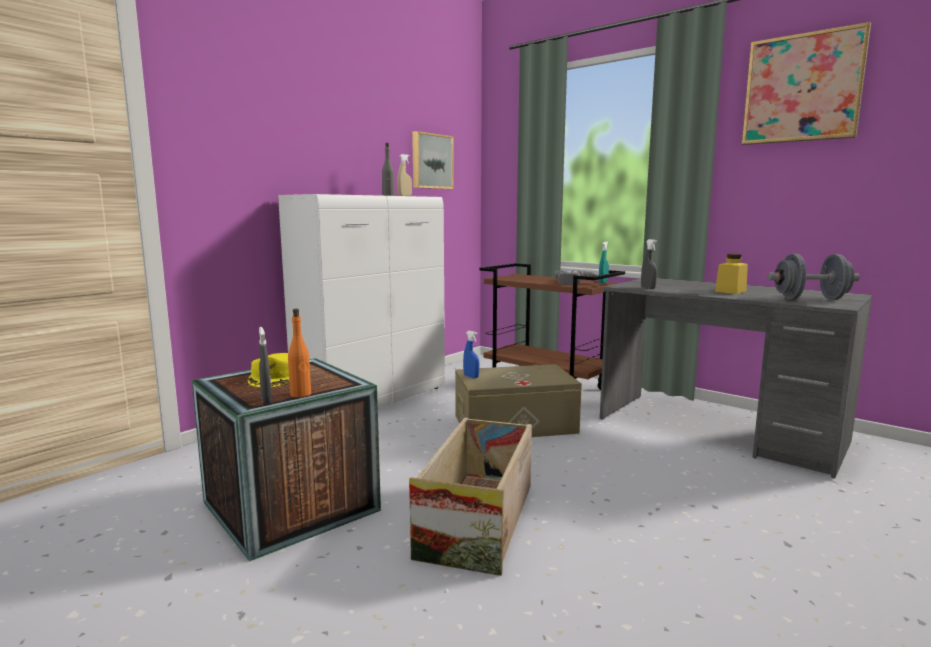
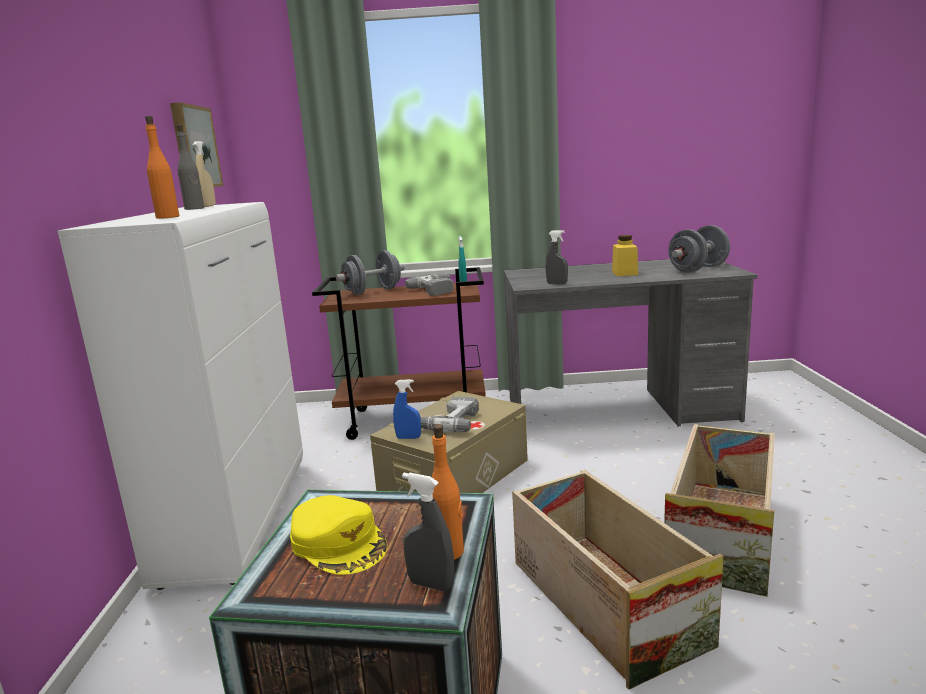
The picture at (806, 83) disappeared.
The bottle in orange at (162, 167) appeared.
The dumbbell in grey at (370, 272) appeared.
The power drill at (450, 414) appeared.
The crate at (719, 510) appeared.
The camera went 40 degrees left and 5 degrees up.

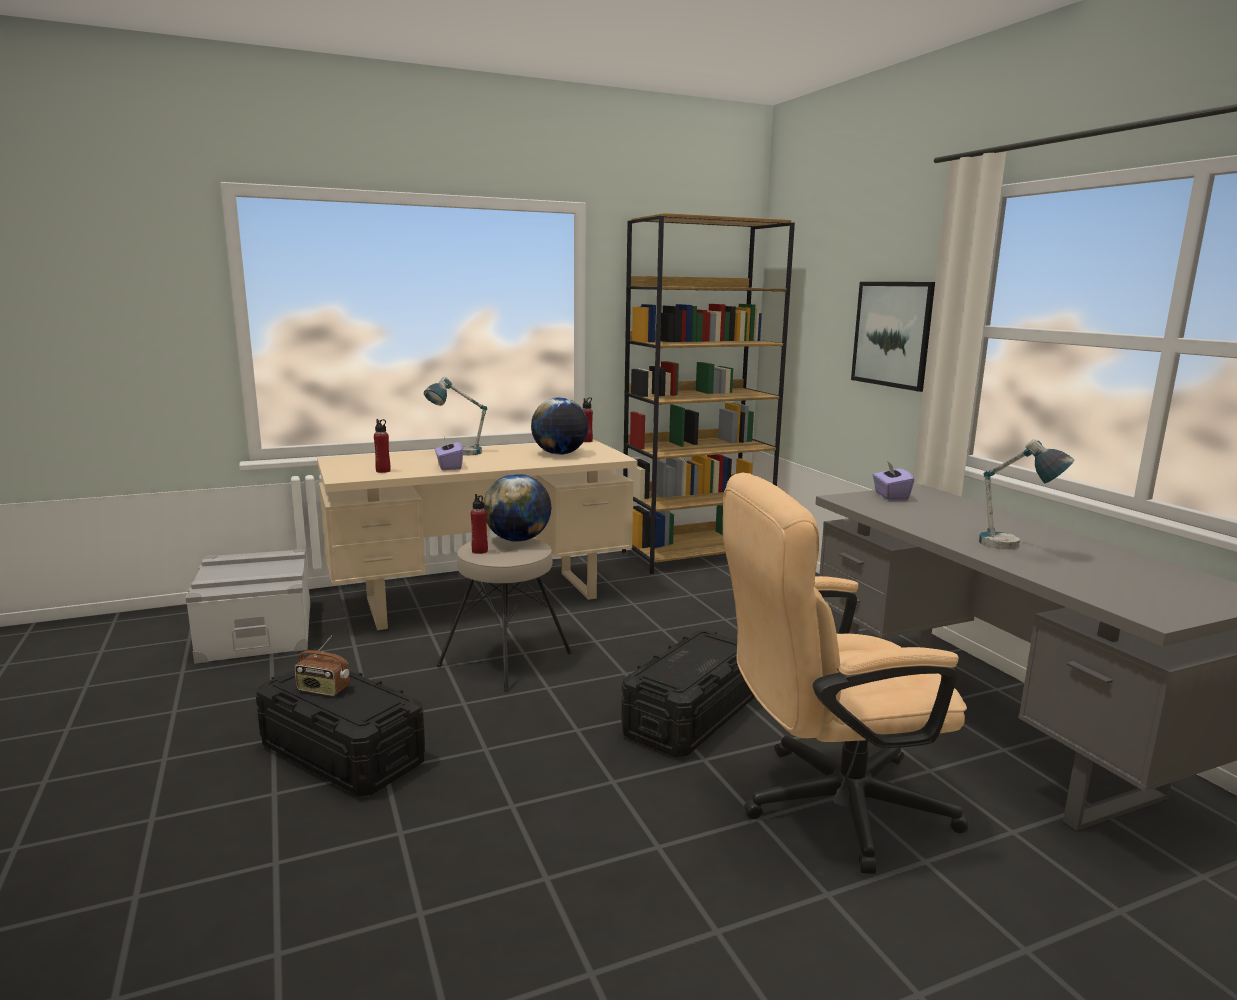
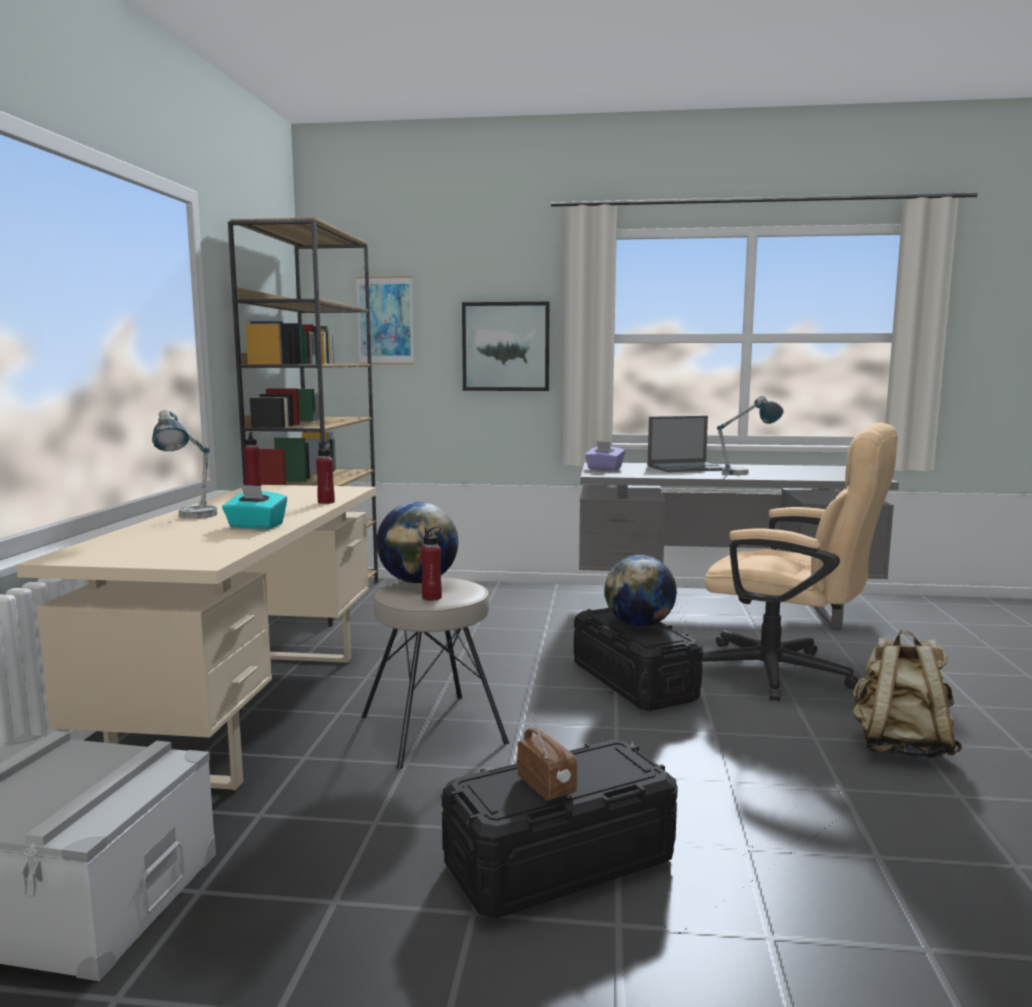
The radio at (322, 666) turned 75 degrees counterclockwise.
The bottle in red moved from (382, 446) to (325, 472).
The tissue box in purple at (449, 453) became the tissue box in turquoise at (254, 506).
The globe moved from (559, 426) to (640, 591).
The office chair in beige at (846, 673) turned 75 degrees counterclockwise.
The picture at (385, 320) appeared.
The laptop at (685, 444) appeared.
The backpack in beige at (907, 694) appeared.
The camera went 60 degrees left and 5 degrees down.

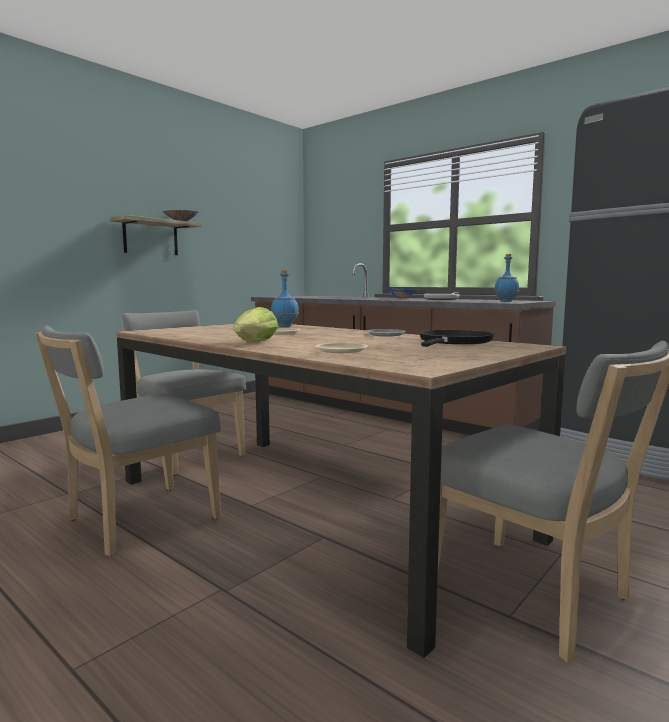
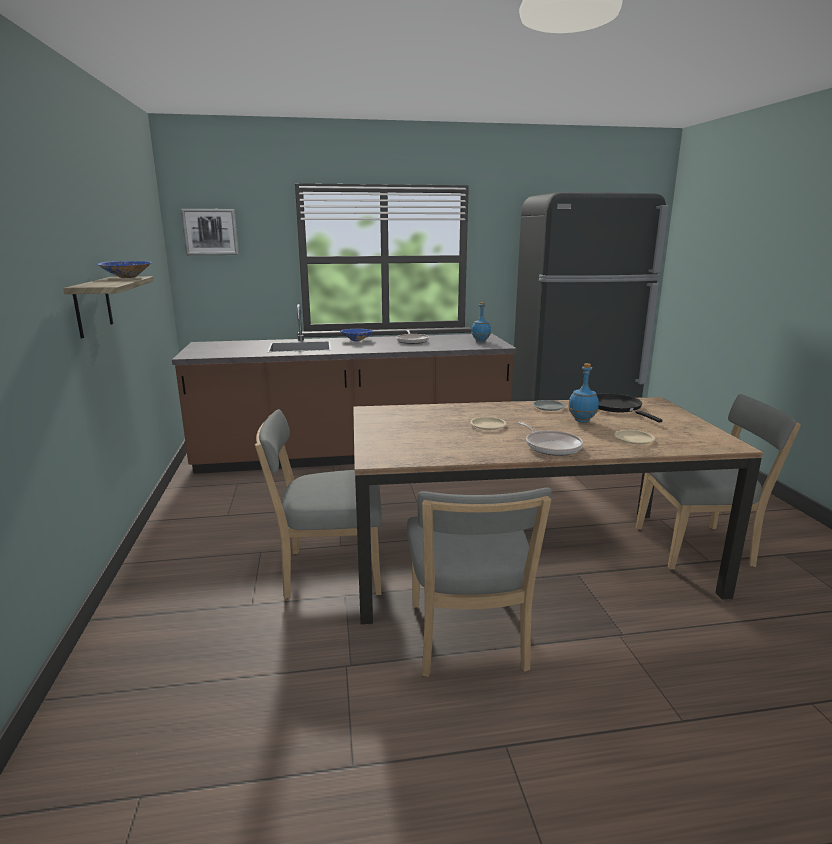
The lettuce at (256, 324) was replaced by the frying pan at (551, 439).
The bottle in blue moved from (285, 298) to (583, 392).
The picture at (210, 232) appeared.
The camera went 50 degrees left and 10 degrees up.

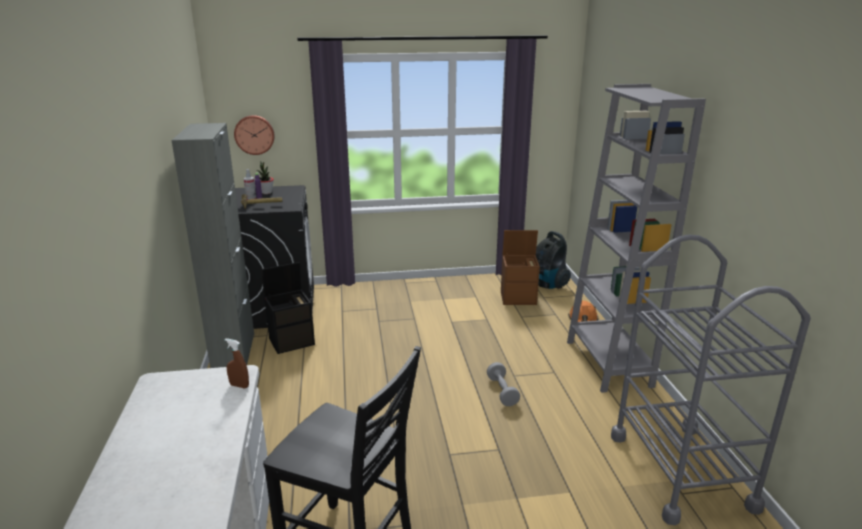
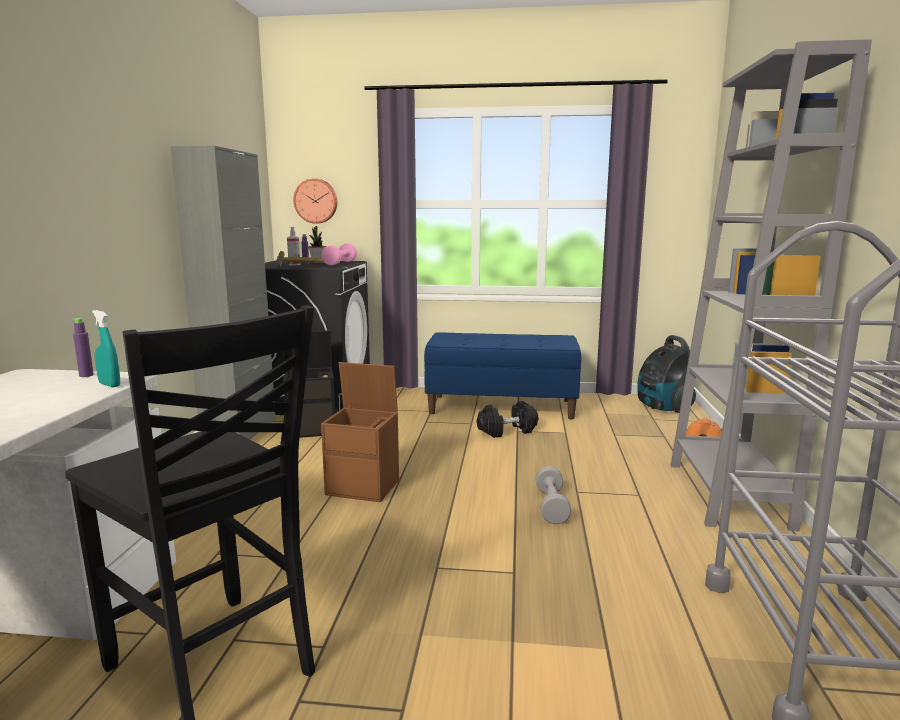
The spray bottle in brown at (237, 363) became the spray bottle in turquoise at (106, 348).
The storage box in brown moved from (520, 267) to (360, 432).
The bottle in purple at (83, 347) appeared.
The dumbbell in pink at (339, 254) appeared.
The bench in blue at (502, 376) appeared.
The dumbbell in black at (507, 419) appeared.
The camera went 15 degrees right and 10 degrees down.

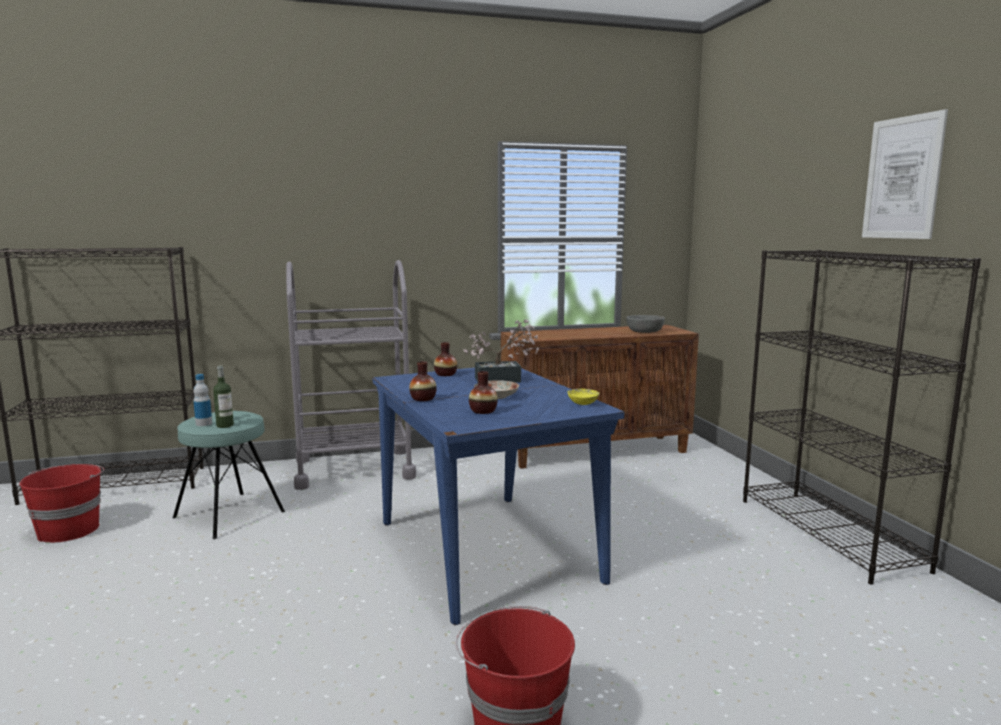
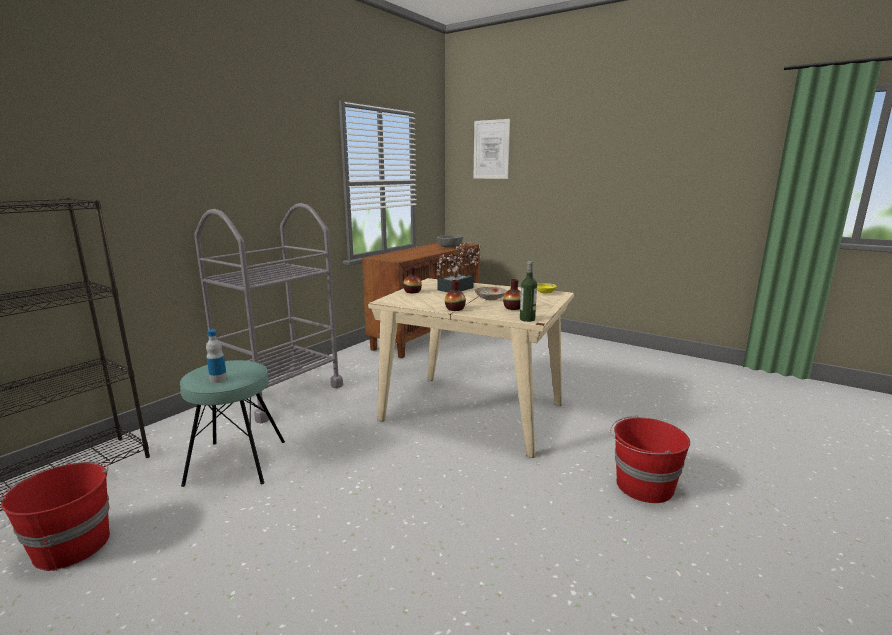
The bottle moved from (223, 397) to (528, 291).
The dining table in blue at (498, 496) became the dining table in beige at (471, 368).
The bookcase in black at (862, 417) disappeared.
The picture moved from (905, 174) to (492, 149).
The camera went 40 degrees left and 5 degrees up.

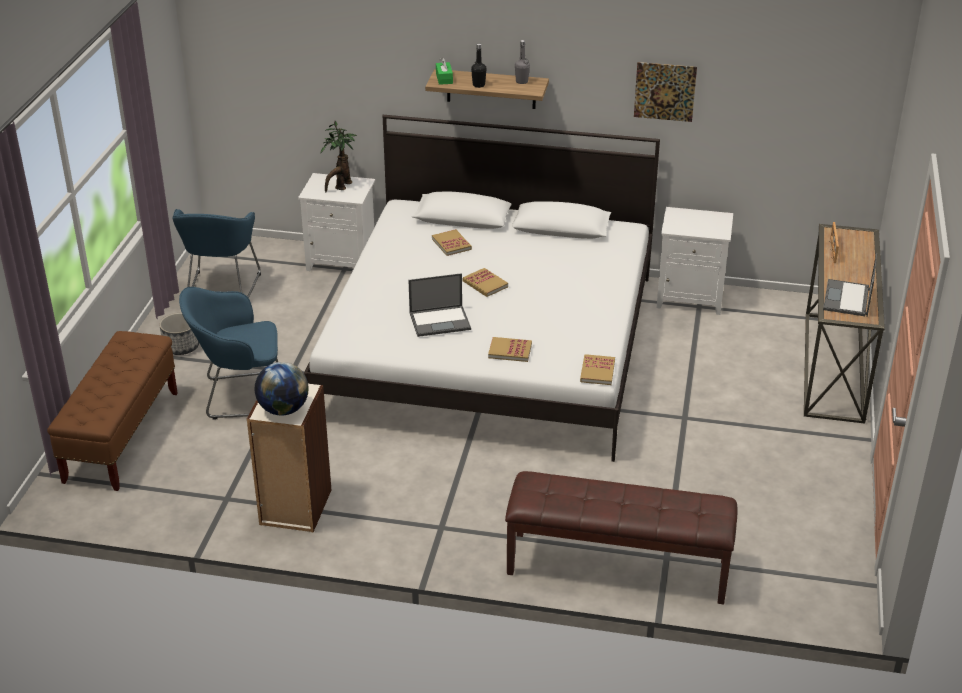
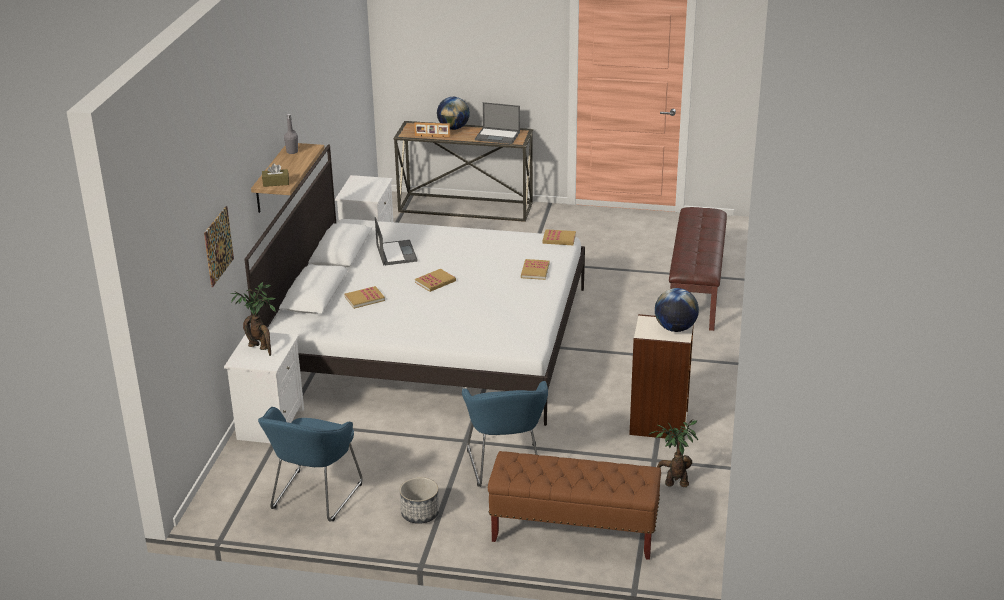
The armchair in blue at (216, 253) turned 105 degrees clockwise.
The laptop moved from (439, 305) to (396, 241).
The tissue box in green at (444, 71) became the tissue box in brown at (275, 175).
The bottle in black at (478, 66) disappeared.
The picture moved from (665, 92) to (219, 246).
The globe at (453, 113) appeared.
The potted plant at (673, 453) appeared.
The camera went 90 degrees left and 5 degrees down.

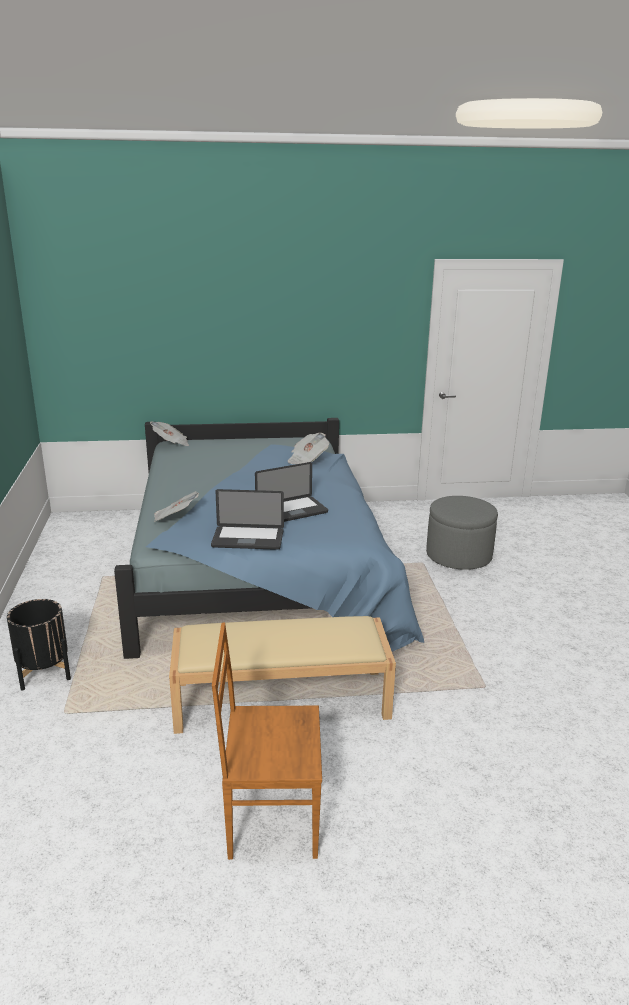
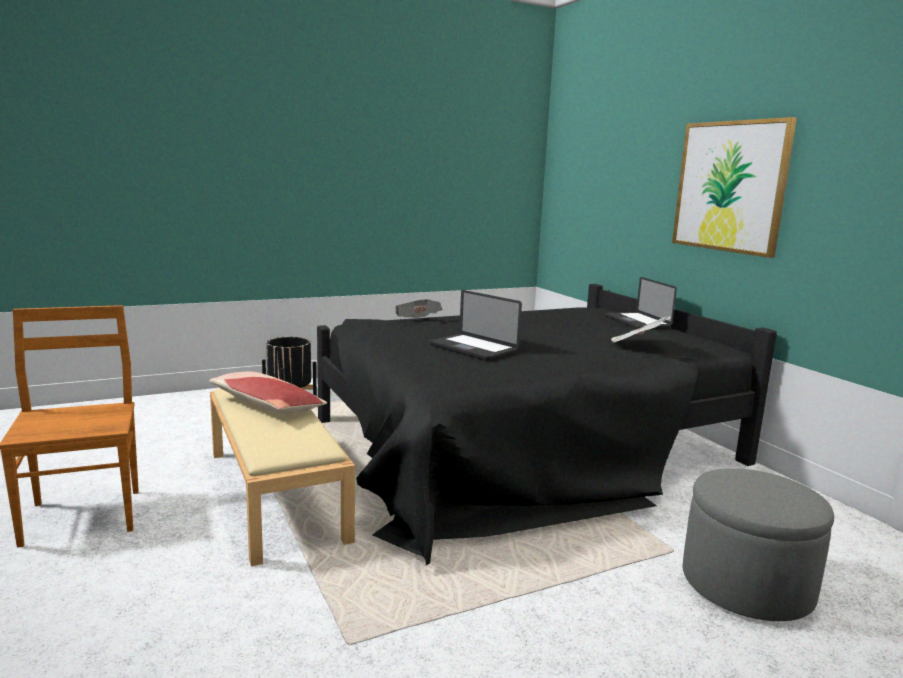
The bed in blue at (269, 538) became the bed in black at (547, 424).
The newspaper at (169, 434) disappeared.
The laptop moved from (247, 519) to (641, 303).
The pillow at (268, 392) appeared.
The picture at (734, 187) appeared.
The camera went 70 degrees right and 10 degrees down.

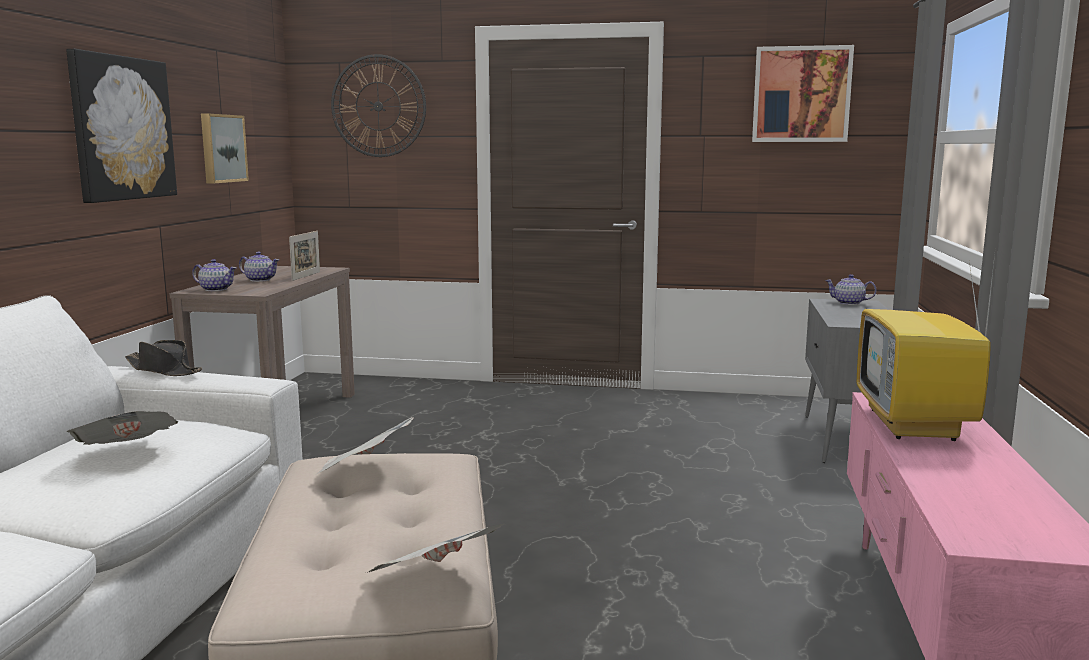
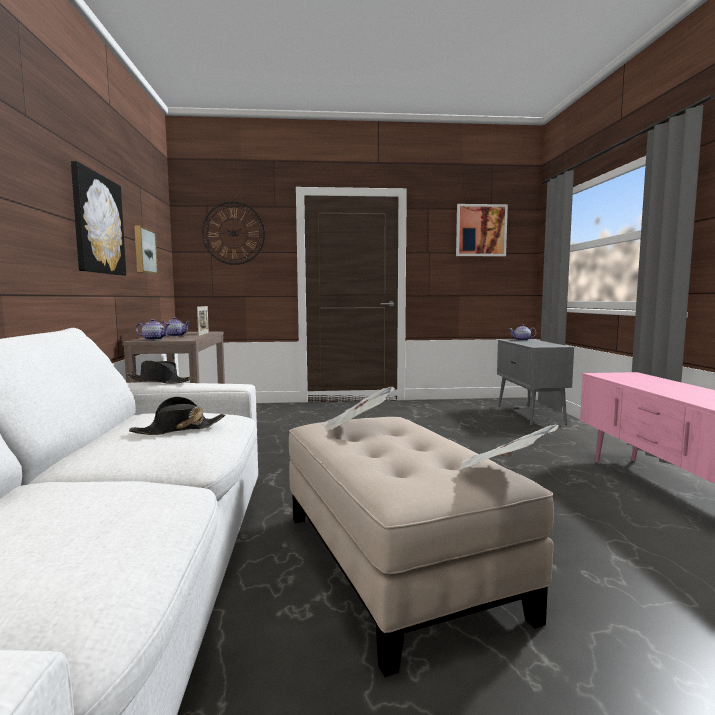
The newspaper at (122, 428) was replaced by the hat in black at (177, 416).
The television at (926, 348) disappeared.
The camera went 15 degrees left and 5 degrees down.

